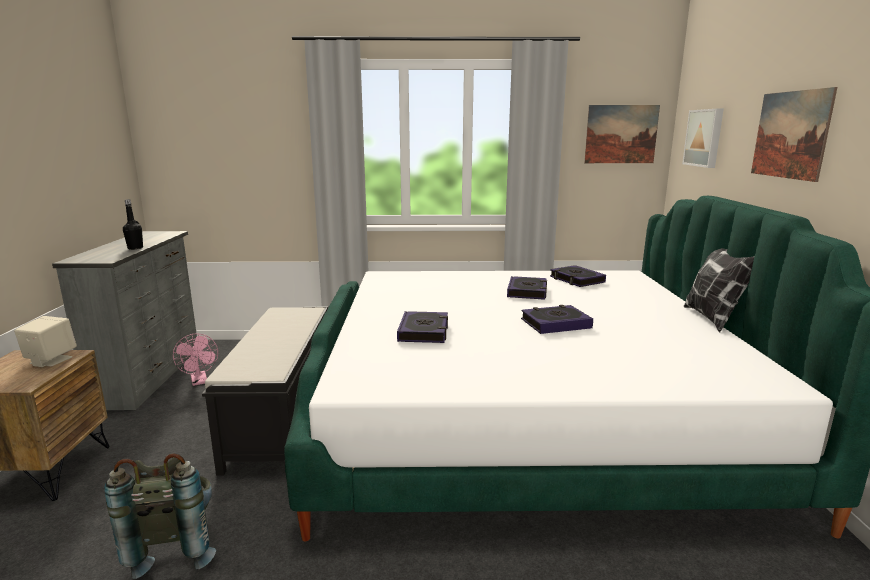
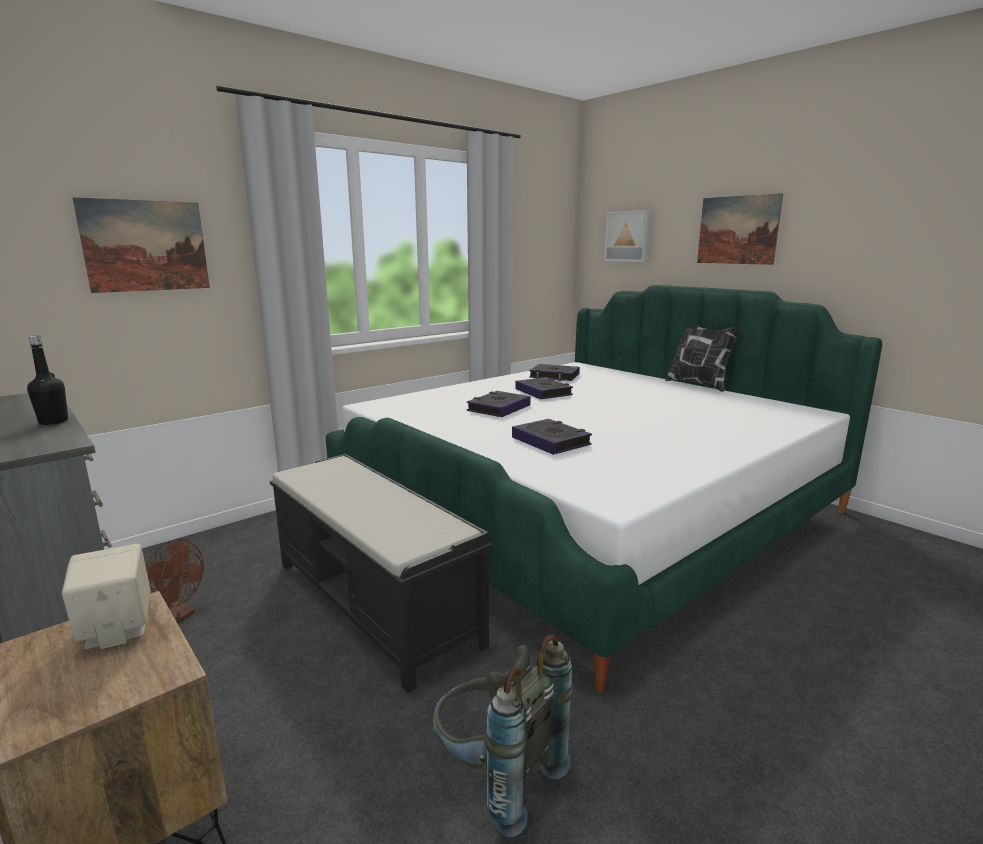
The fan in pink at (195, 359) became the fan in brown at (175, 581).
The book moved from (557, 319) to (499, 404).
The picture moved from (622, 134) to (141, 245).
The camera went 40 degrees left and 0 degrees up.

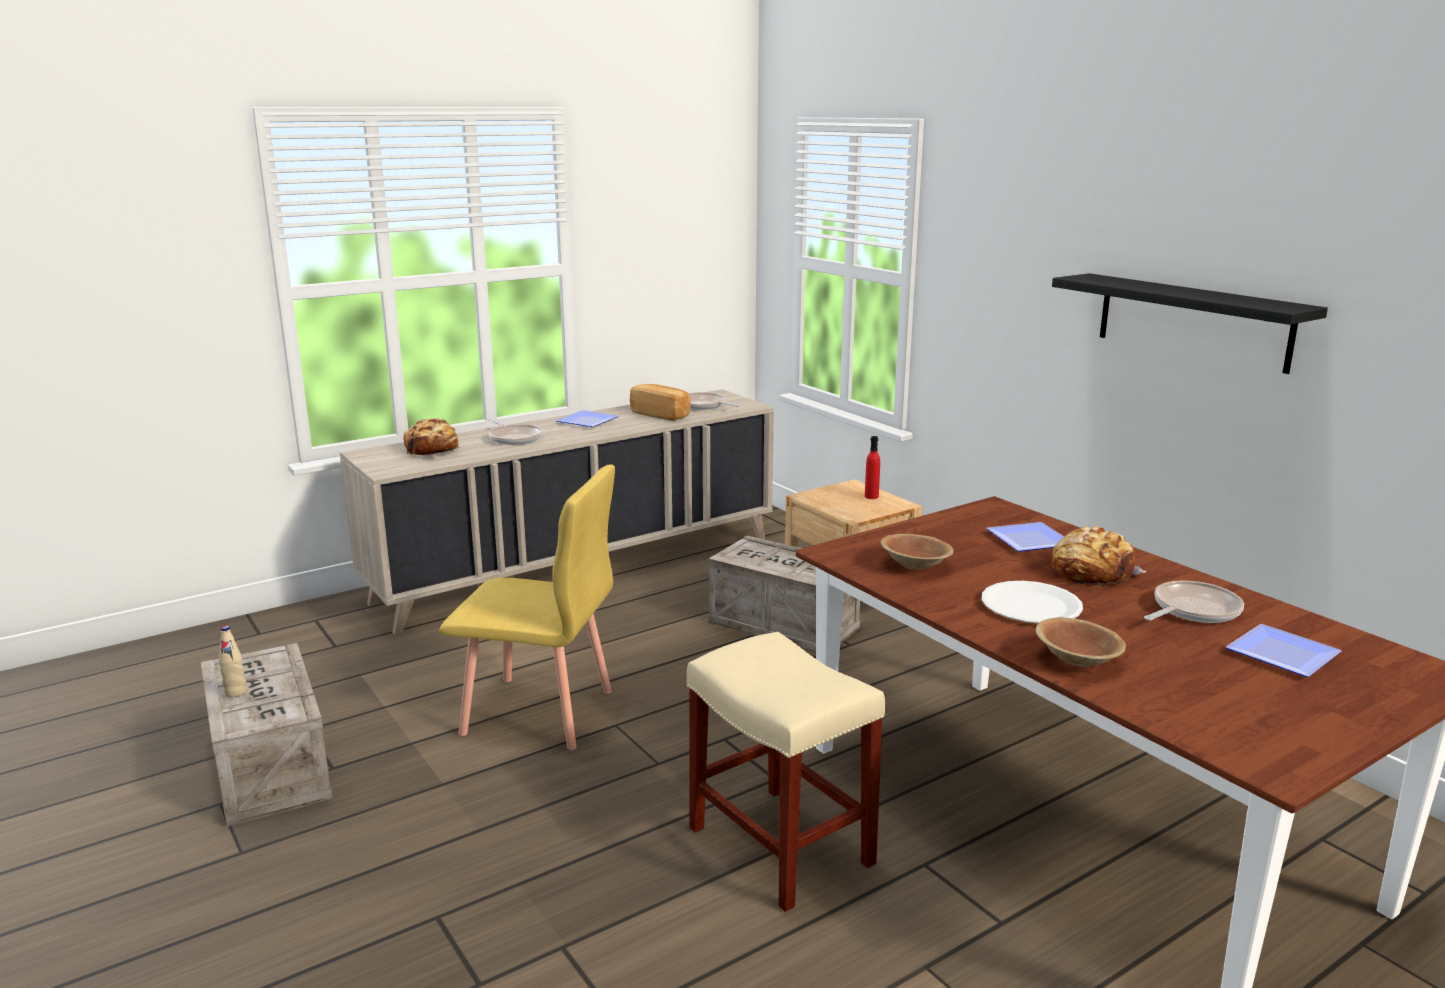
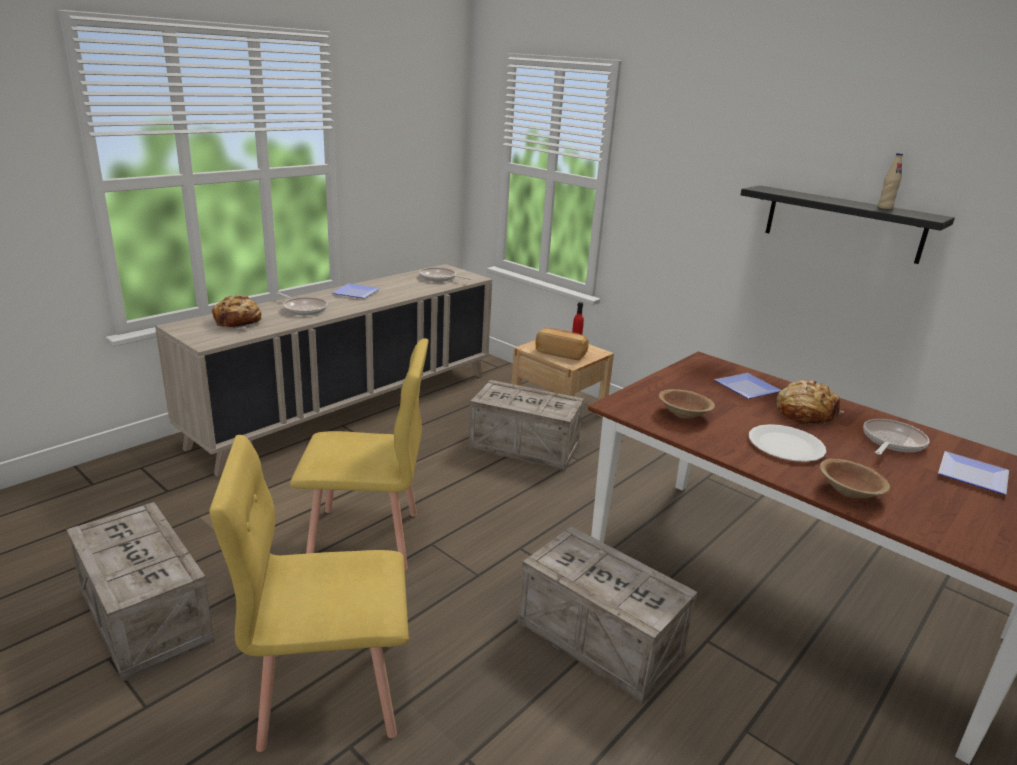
The bottle in beige moved from (233, 661) to (890, 181).
The bread moved from (660, 402) to (562, 344).
The stool in beige at (786, 772) was replaced by the crate at (607, 614).
The chair in yellow at (309, 593) appeared.
The camera went 15 degrees left and 5 degrees up.

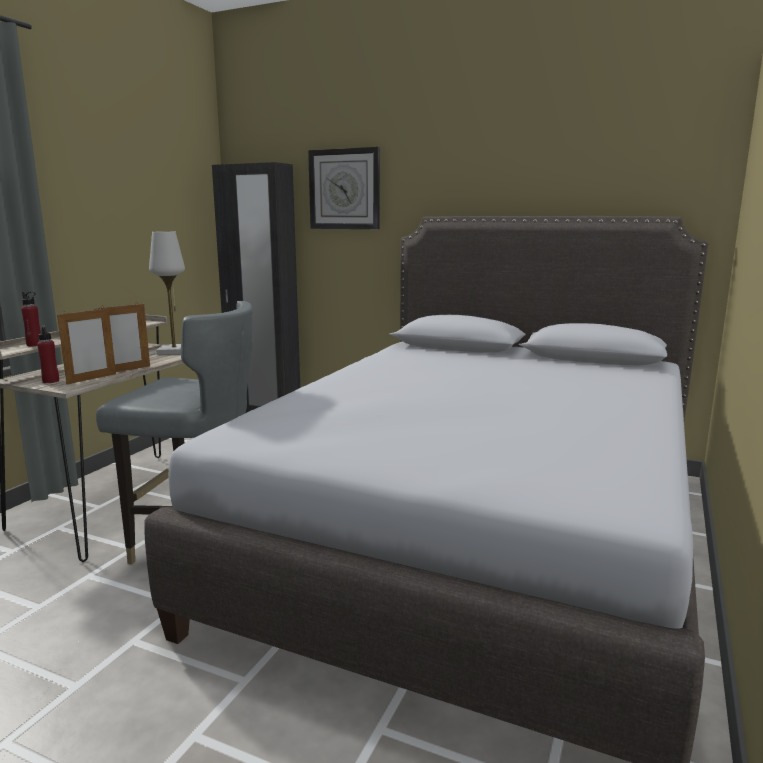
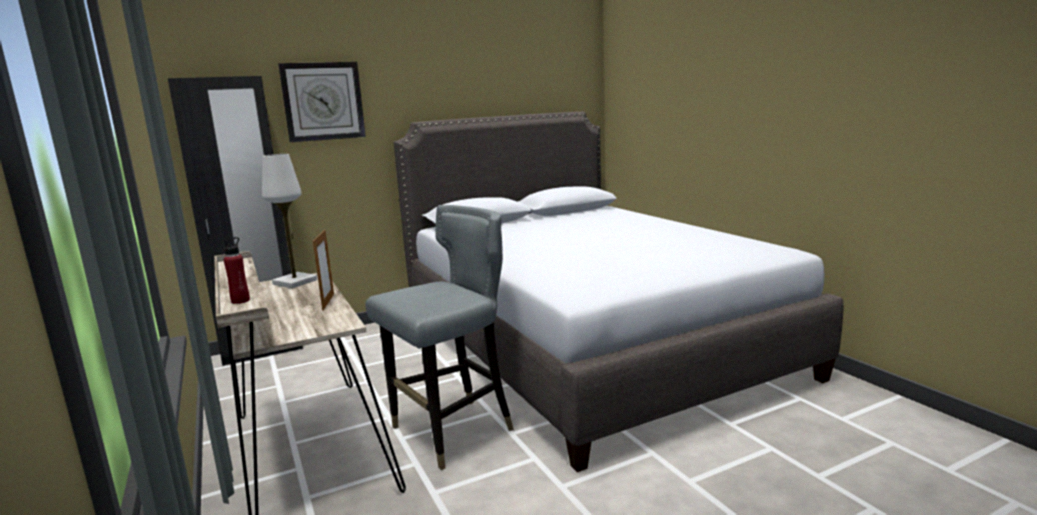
The bottle in red at (48, 354) disappeared.
The picture frame at (86, 346) disappeared.
The camera went 50 degrees left and 0 degrees up.

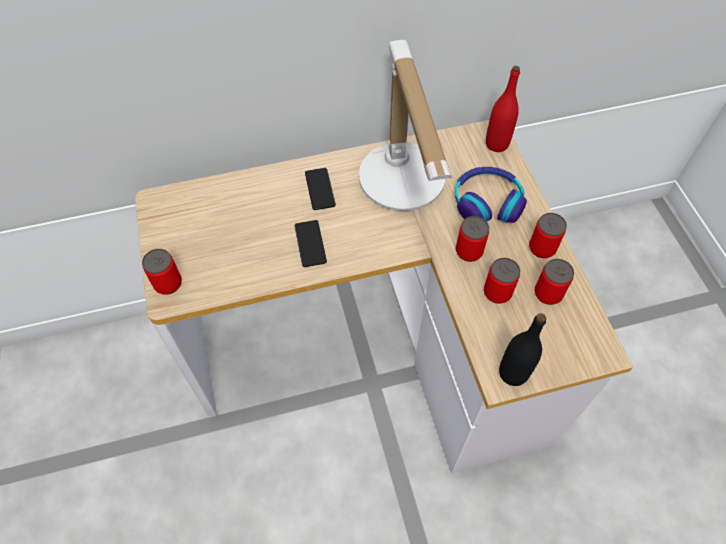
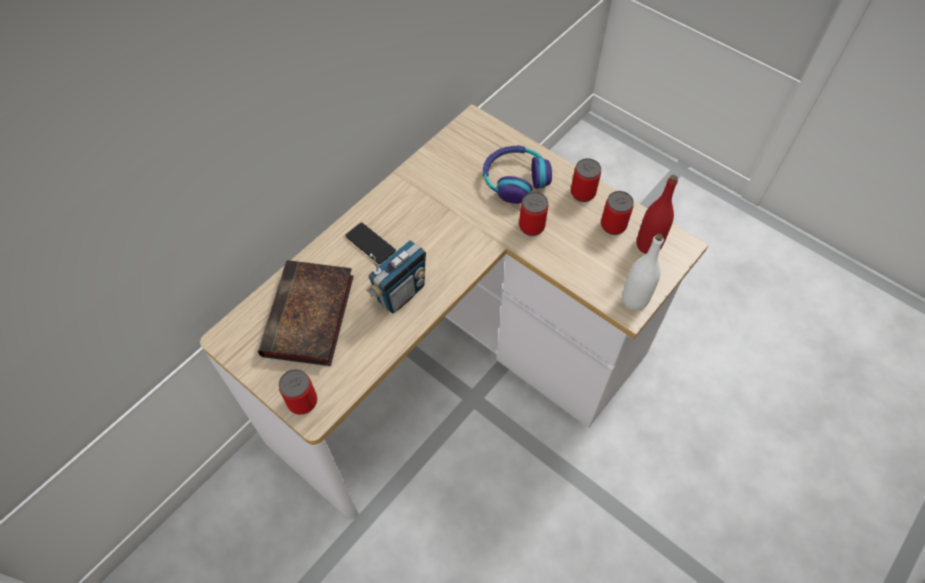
The phone at (310, 243) was replaced by the radio at (396, 276).
The table lamp at (405, 125) disappeared.
The can at (502, 281) disappeared.
The bottle in red moved from (503, 109) to (657, 214).
The bottle in black at (522, 349) became the bottle in white at (643, 272).
The book at (306, 313) appeared.
The camera went 35 degrees left and 0 degrees up.

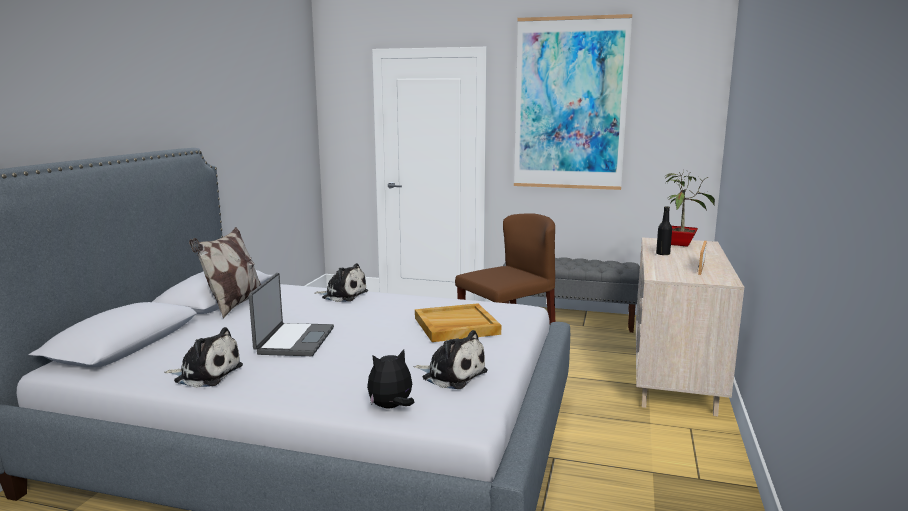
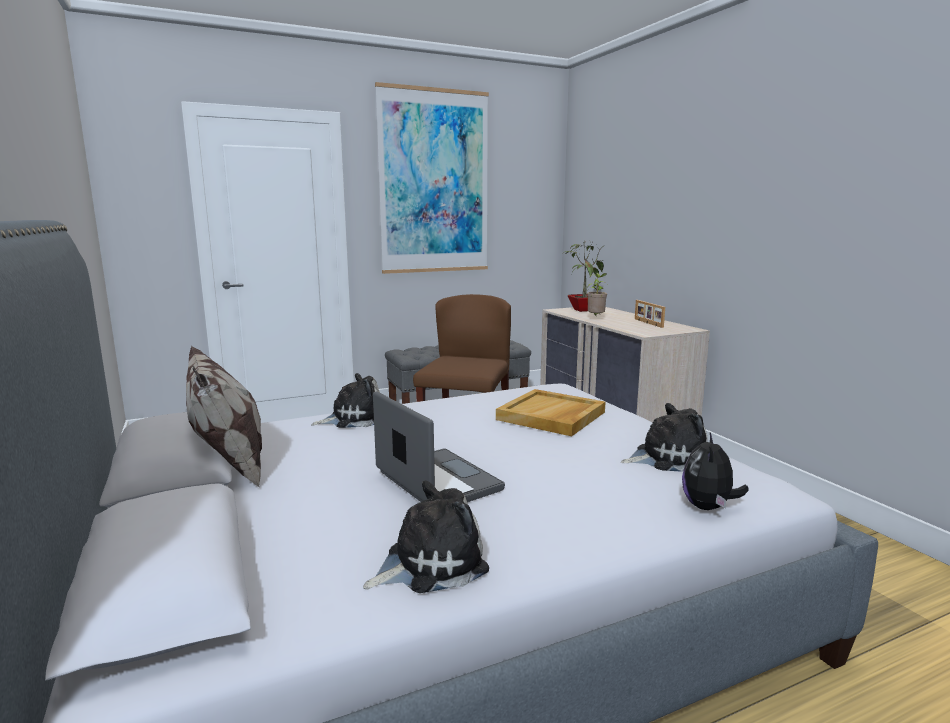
The bottle in black at (664, 231) was replaced by the potted plant at (597, 294).
The camera went 40 degrees left and 0 degrees up.

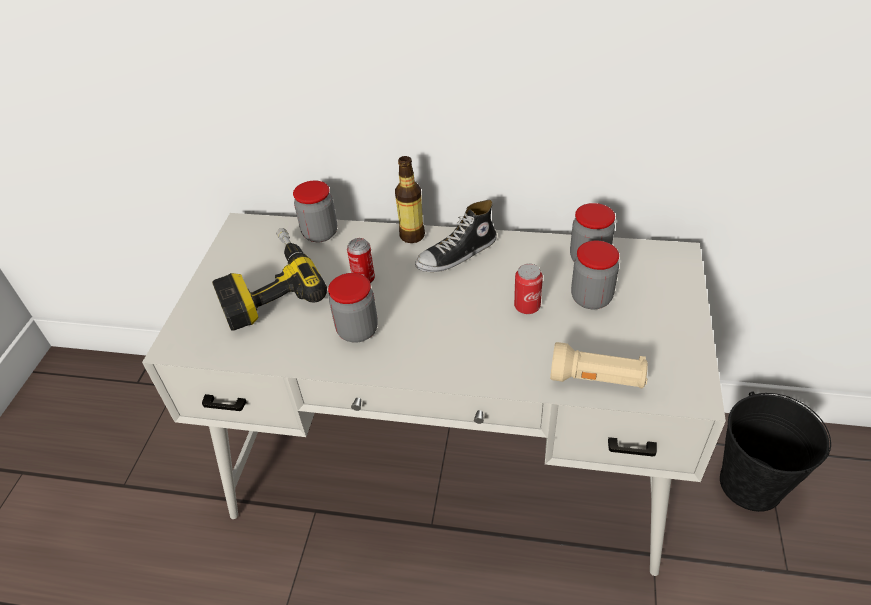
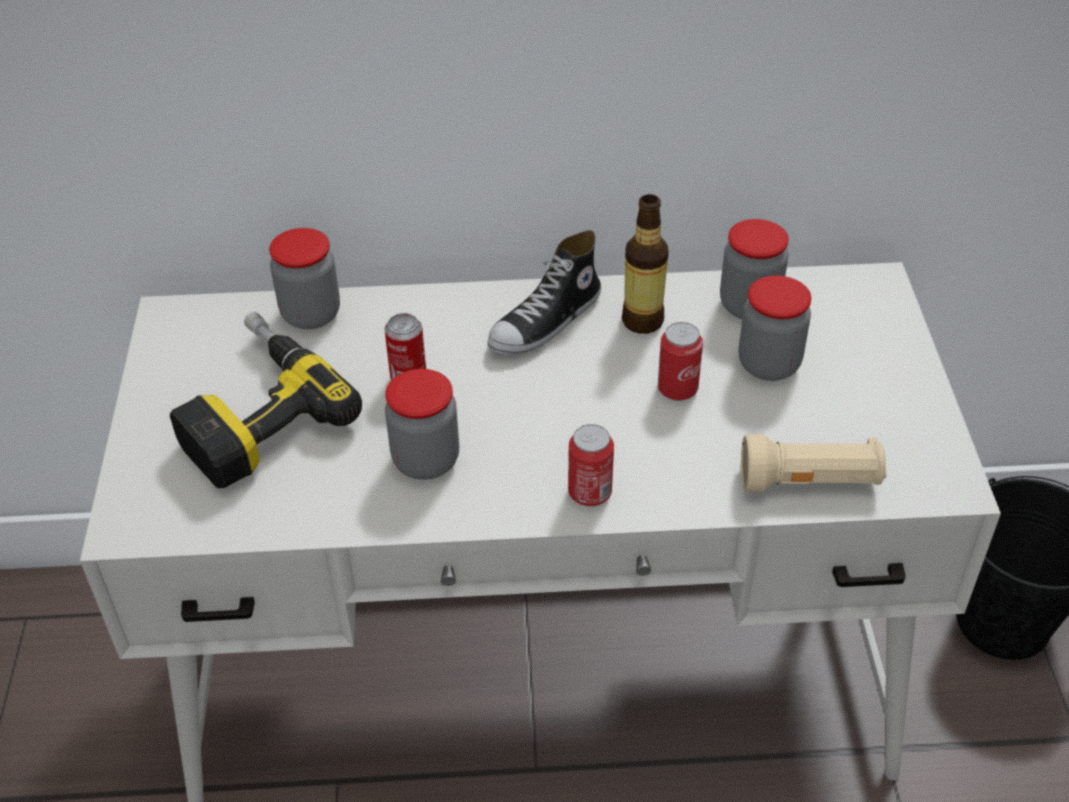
The bottle moved from (410, 199) to (645, 264).
The can at (591, 465) appeared.
The camera went 15 degrees left and 0 degrees up.

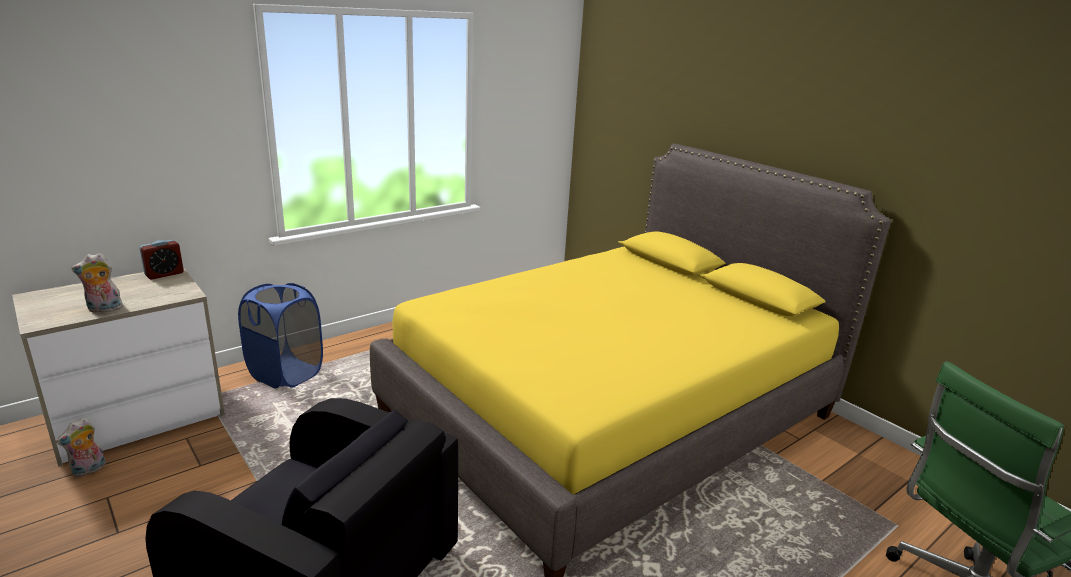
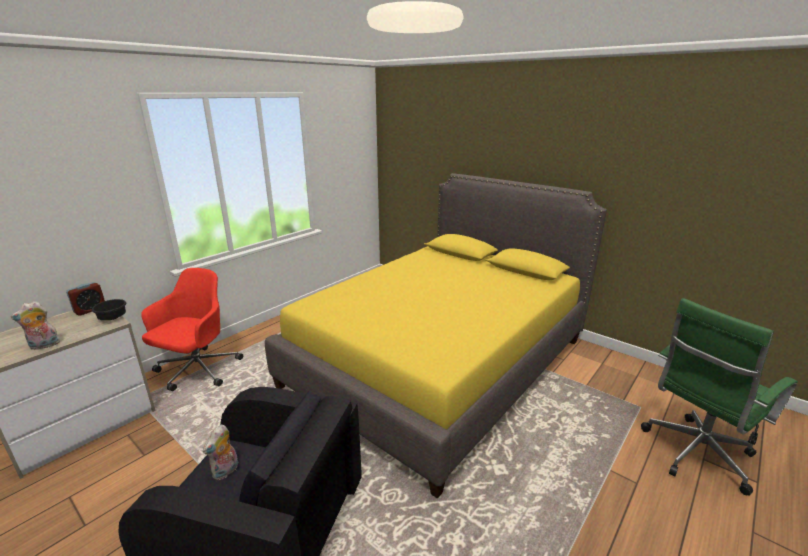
The plush toy moved from (81, 447) to (220, 452).
The laundry basket in blue at (280, 336) was replaced by the office chair in red at (192, 329).
The bowl in black at (109, 309) appeared.
The camera went 10 degrees left and 0 degrees up.

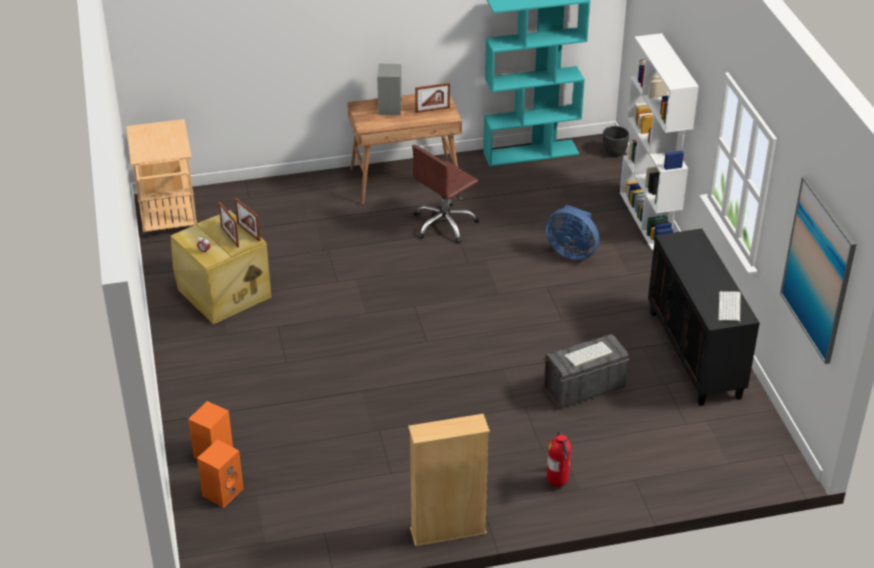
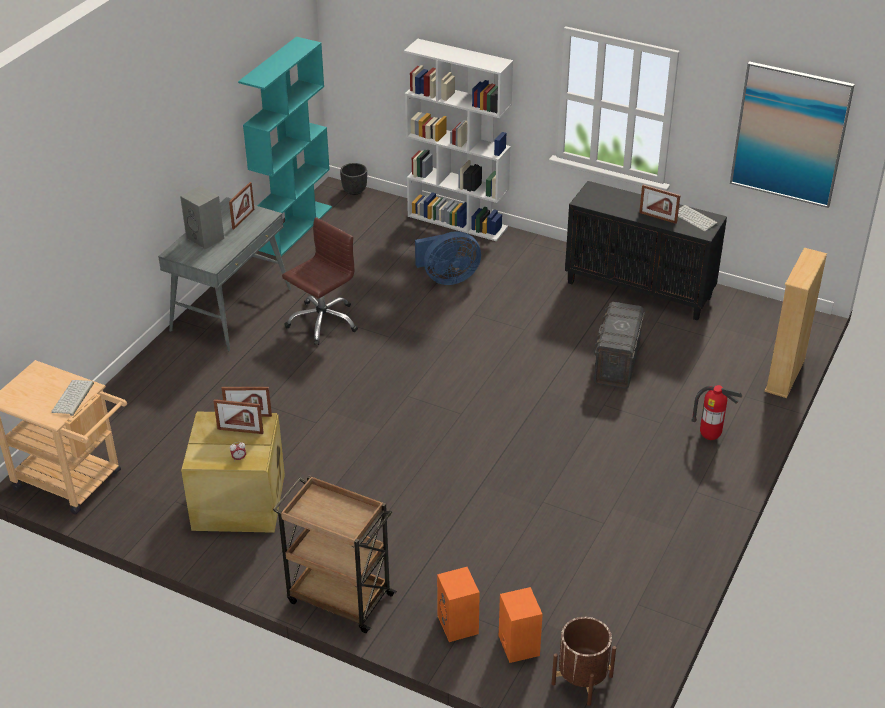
The desk in brown at (404, 149) became the desk in grey at (224, 274).
The bookcase in beige moved from (449, 480) to (795, 323).
The office chair in brown at (445, 194) turned 135 degrees counterclockwise.
The keyboard moved from (588, 354) to (72, 398).
The cart in brown at (335, 554) appeared.
The planter in brown at (584, 661) appeared.
The picture frame at (659, 204) appeared.
The camera went 50 degrees left and 0 degrees up.

